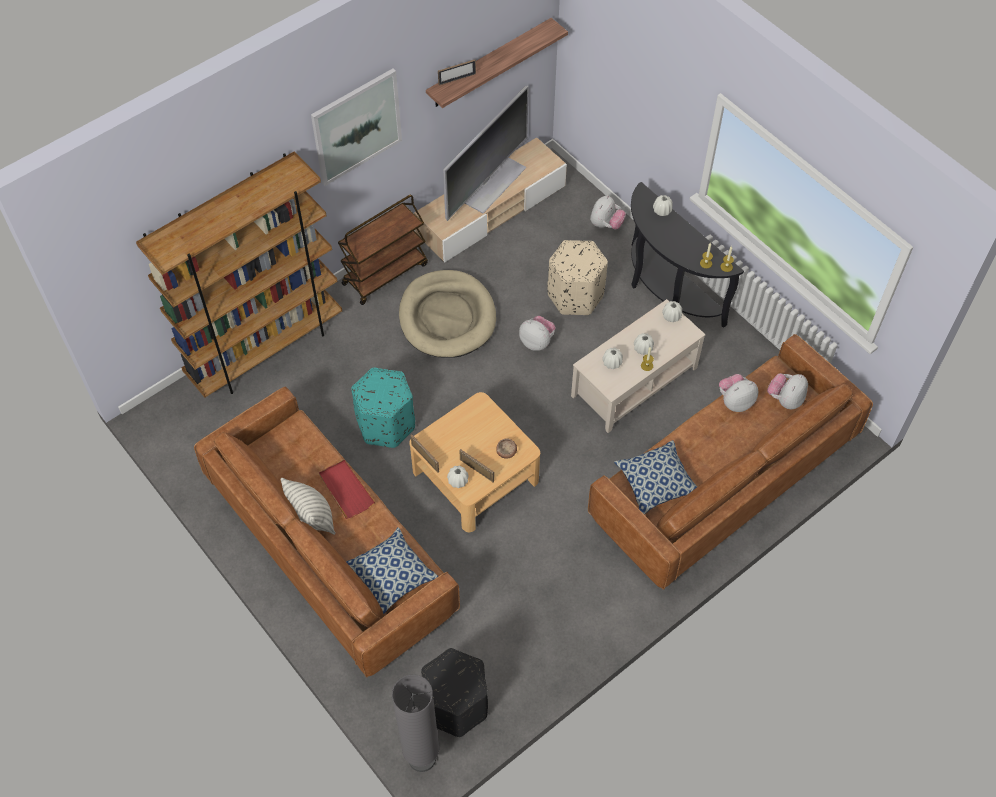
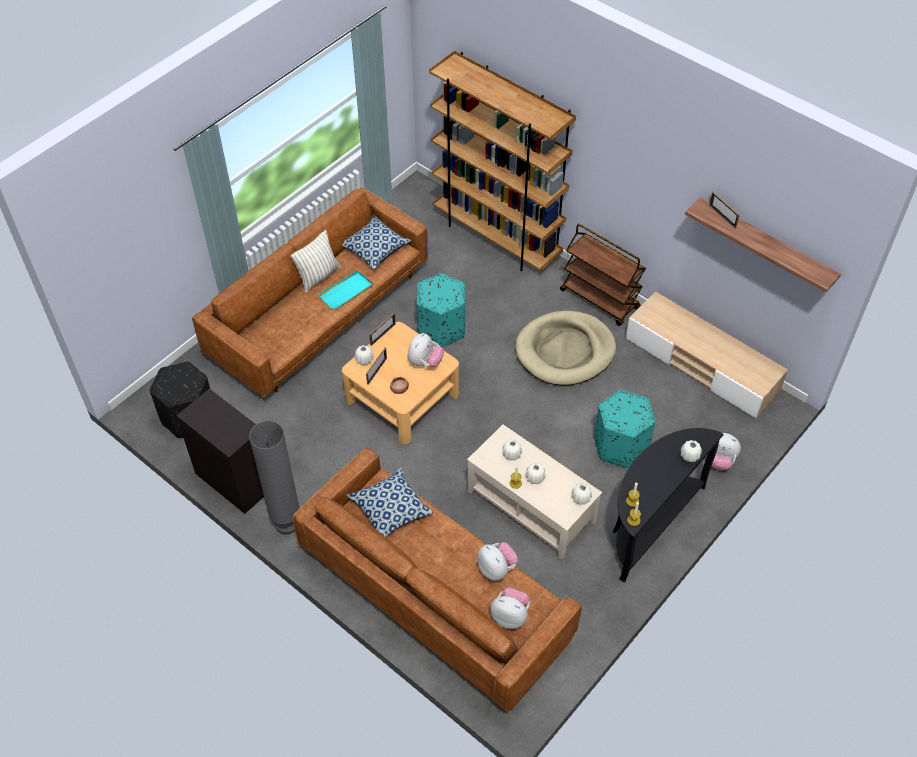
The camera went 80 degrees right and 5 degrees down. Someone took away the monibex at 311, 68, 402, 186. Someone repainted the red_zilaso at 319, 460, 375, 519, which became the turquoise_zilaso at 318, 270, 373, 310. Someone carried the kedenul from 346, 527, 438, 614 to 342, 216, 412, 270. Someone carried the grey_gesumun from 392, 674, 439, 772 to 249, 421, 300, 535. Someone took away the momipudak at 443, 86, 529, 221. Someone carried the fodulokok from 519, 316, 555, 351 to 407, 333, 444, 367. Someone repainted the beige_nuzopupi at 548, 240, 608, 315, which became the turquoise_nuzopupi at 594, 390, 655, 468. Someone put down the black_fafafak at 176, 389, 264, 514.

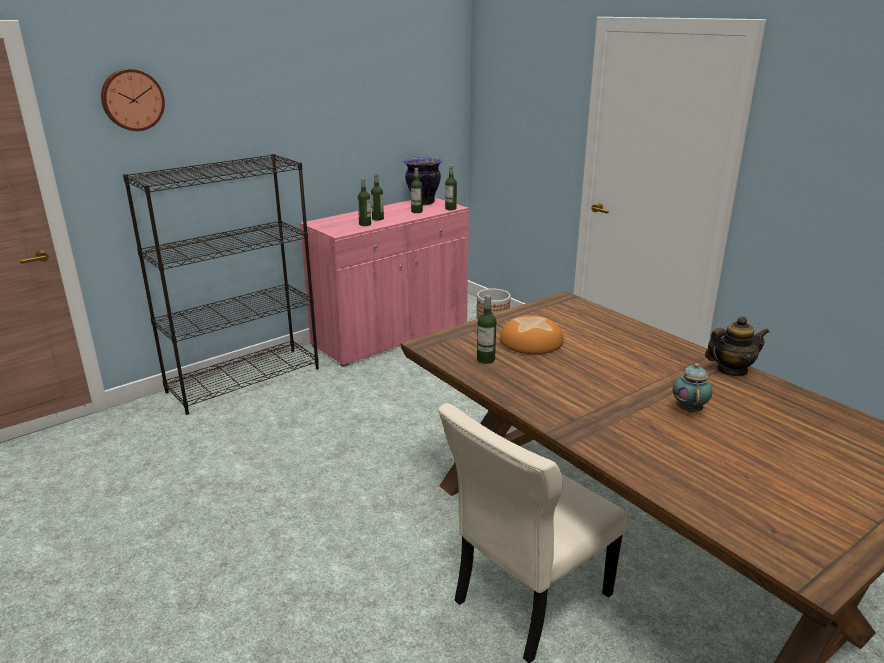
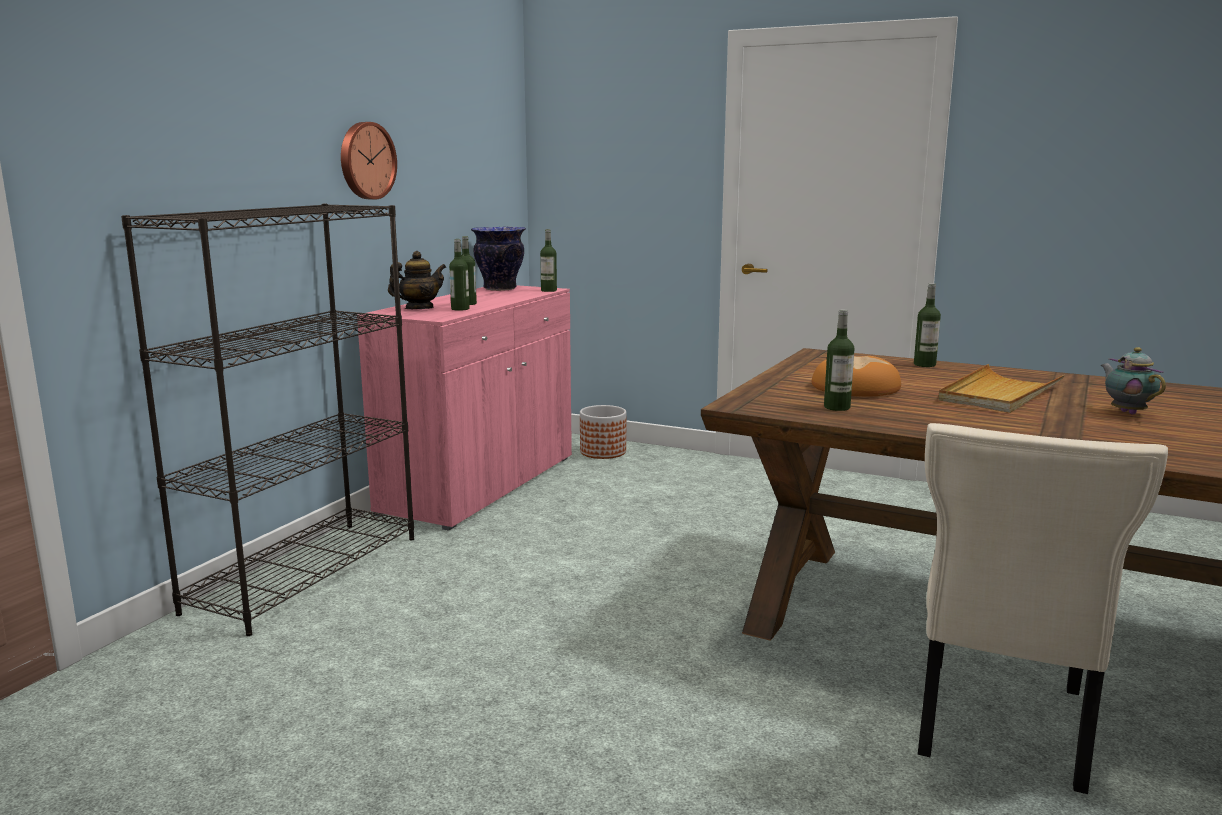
The camera went 25 degrees left and 10 degrees down. Someone carried the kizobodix from 101, 69, 165, 131 to 341, 122, 397, 200. Someone carried the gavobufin from 411, 168, 423, 213 to 914, 283, 941, 367. Someone carried the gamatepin from 705, 316, 769, 376 to 388, 251, 446, 309. Someone put down the beige_zilaso at 939, 364, 1065, 413.

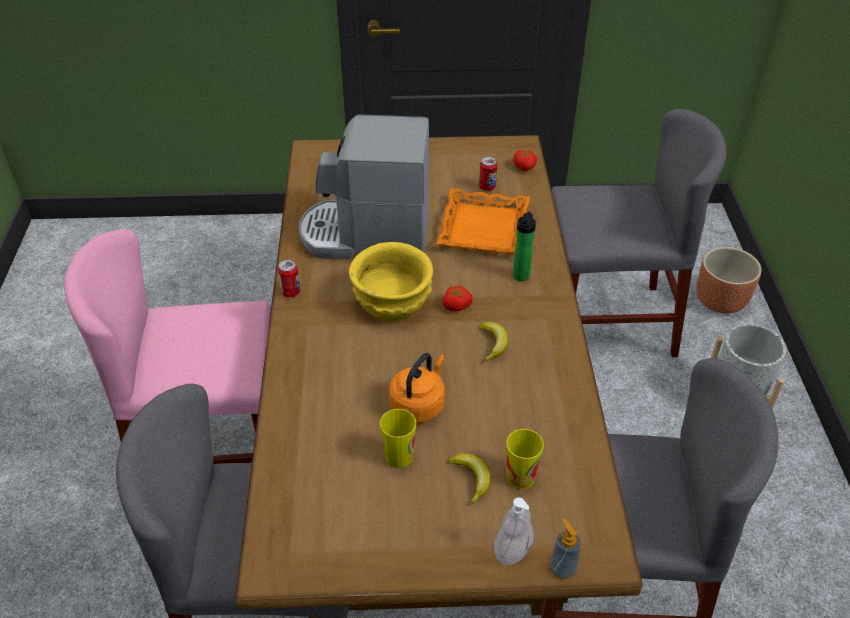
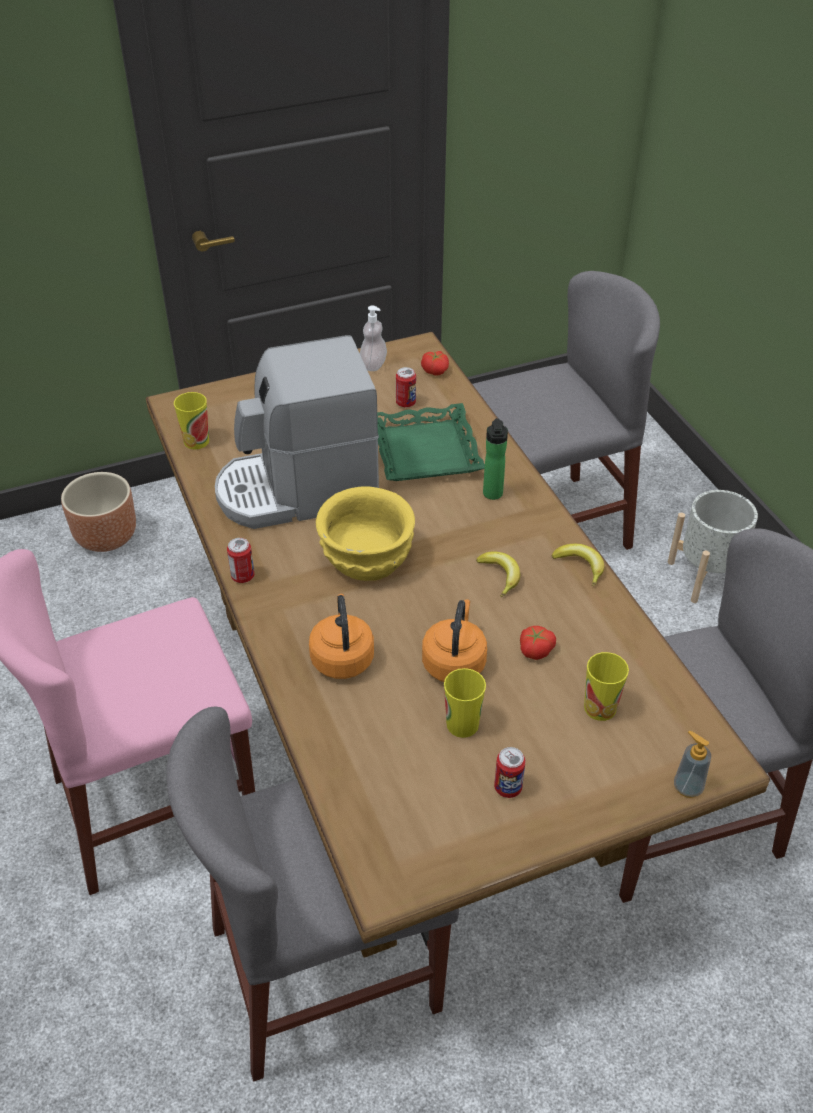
The camera went 20 degrees left and 0 degrees up. Someone repainted the orange_zilaso at 436, 188, 530, 254, which became the green_zilaso at 377, 403, 485, 481. Someone carried the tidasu from 442, 286, 473, 312 to 520, 626, 556, 660. Someone carried the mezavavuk from 449, 453, 491, 505 to 551, 544, 604, 586. Someone carried the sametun from 494, 498, 533, 565 to 360, 305, 387, 371. Someone carried the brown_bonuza from 696, 247, 761, 313 to 61, 472, 136, 552. Someone put down the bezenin at 174, 392, 209, 449. Someone put down the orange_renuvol at 309, 594, 374, 679. Someone put down the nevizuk at 494, 747, 525, 798.

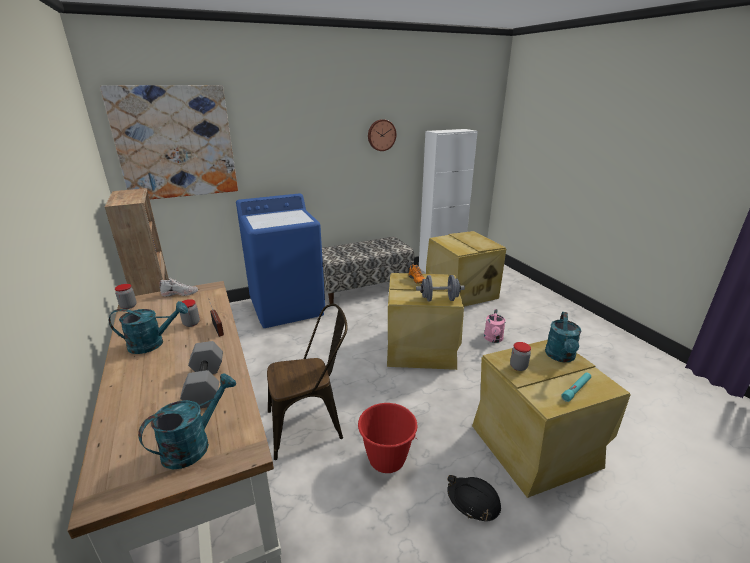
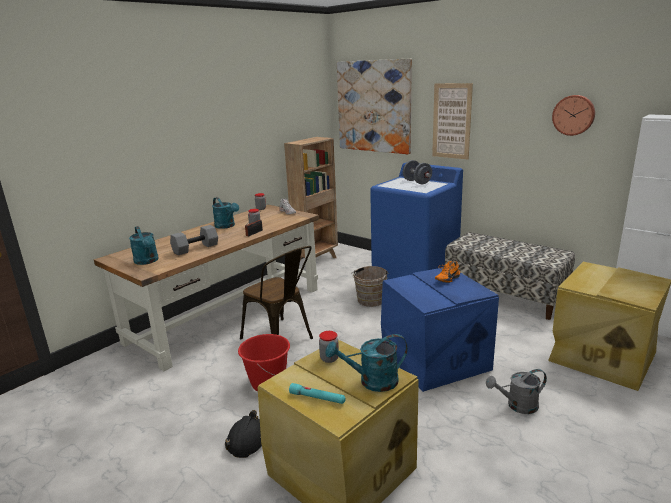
The camera went 65 degrees right and 5 degrees down. Someone rotated the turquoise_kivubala at 138, 373, 236, 470 by 45 degrees clockwise. Someone repainted the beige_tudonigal at 387, 273, 464, 370, which became the blue_tudonigal at 381, 268, 499, 392. Someone carried the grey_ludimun from 416, 275, 465, 301 to 403, 160, 432, 184. Someone repainted the pink_kivubala at 484, 309, 506, 343, which became the grey_kivubala at 486, 369, 547, 414. Someone put down the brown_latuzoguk at 352, 266, 389, 307. Someone put up the monibex at 432, 83, 473, 159.

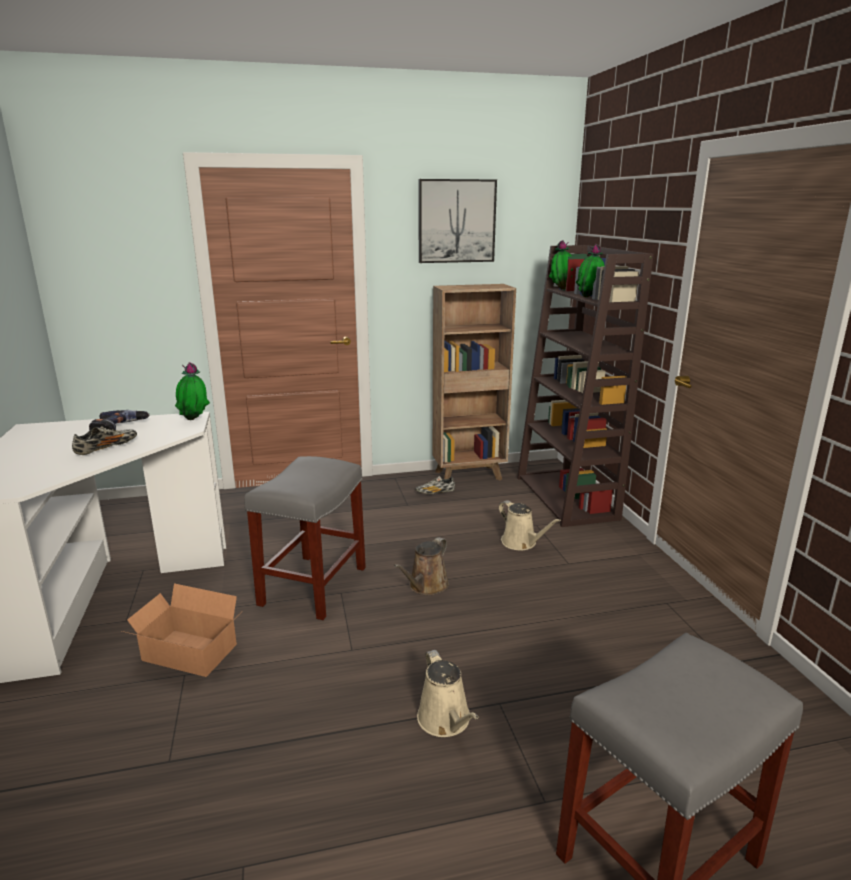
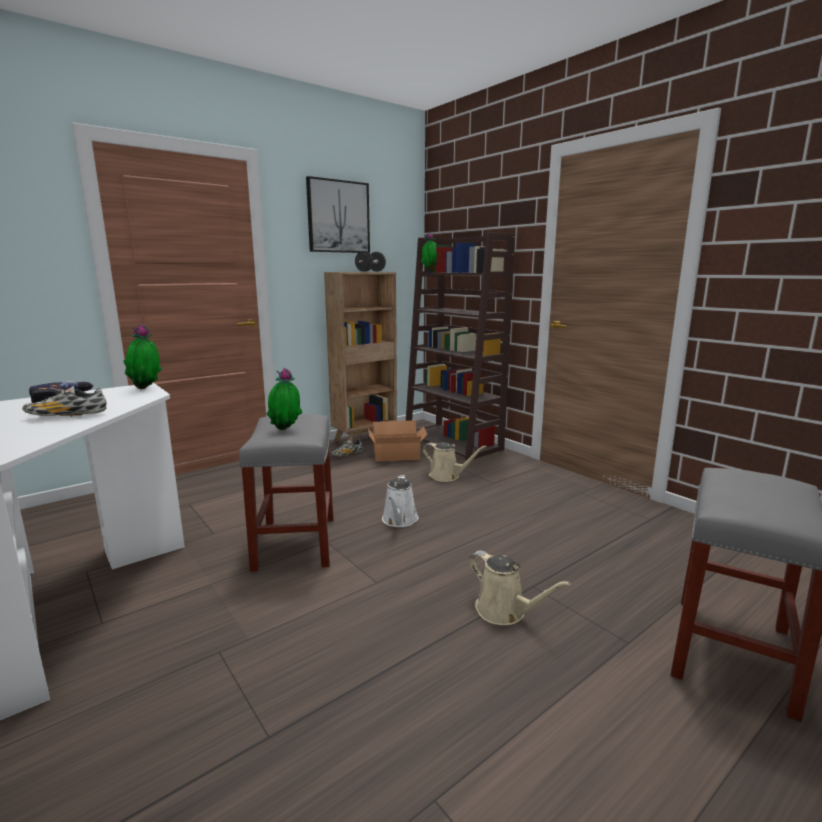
The camera went 25 degrees left and 5 degrees down. Someone rotated the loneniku at 72, 426, 137, 455 by 120 degrees counterclockwise. Someone carried the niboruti from 122, 583, 242, 677 to 368, 420, 428, 462. Someone repainted the brown_kivubala at 394, 537, 449, 596, which became the white_kivubala at 382, 475, 418, 527. Someone carried the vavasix from 576, 244, 605, 297 to 267, 368, 303, 430. Someone put down the black_ludimun at 355, 251, 386, 272.

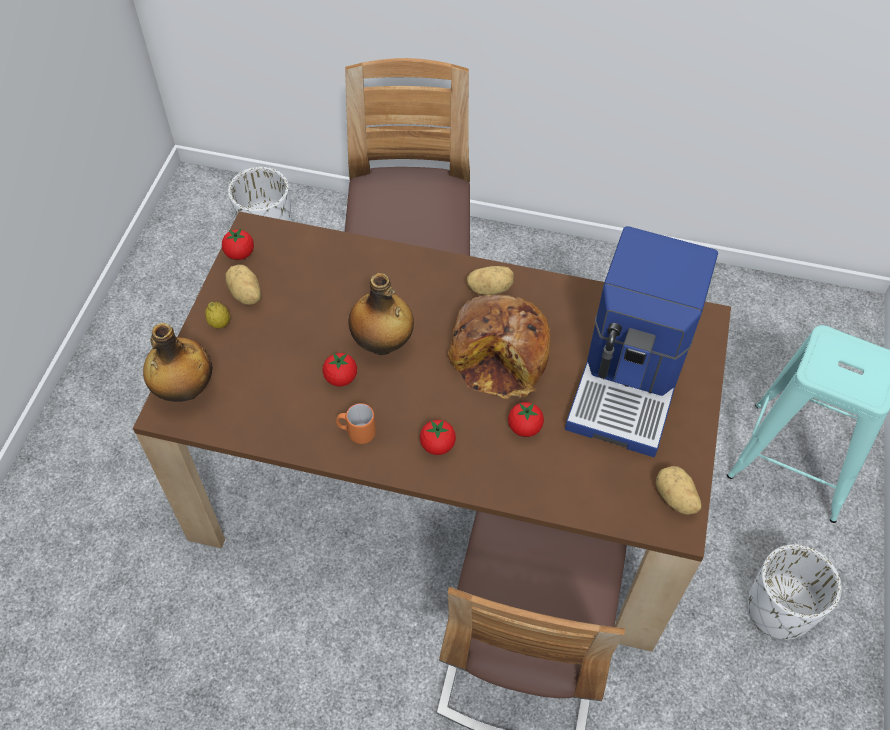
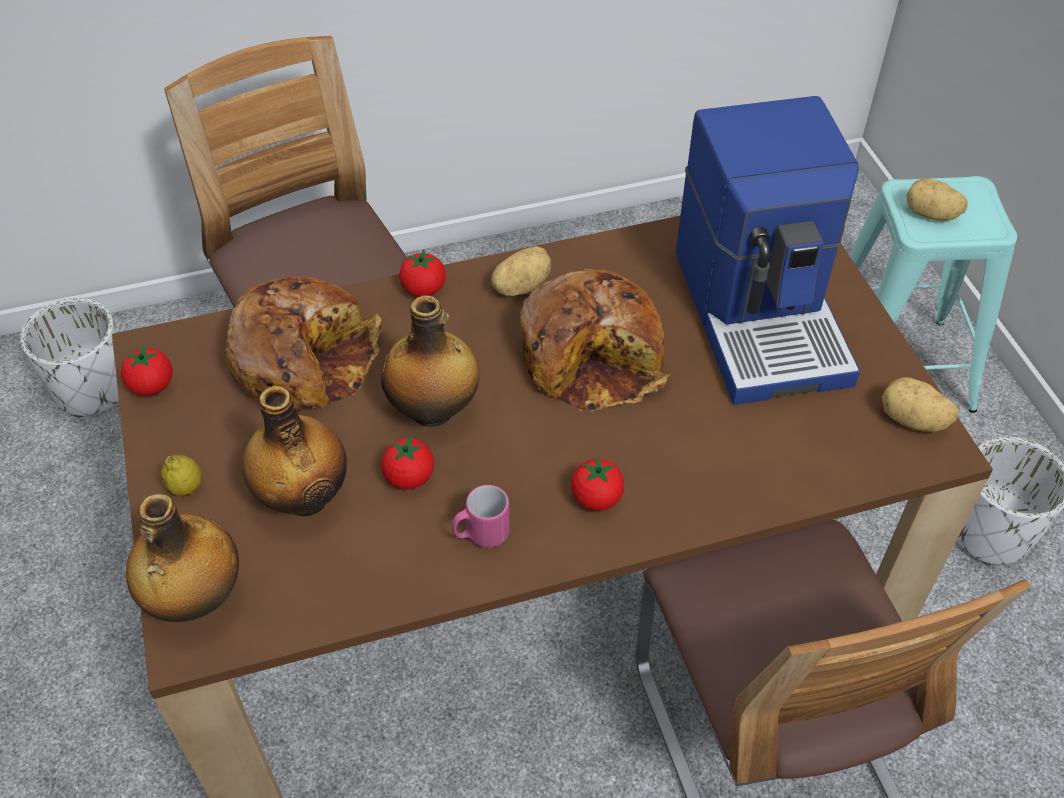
The camera went 30 degrees left and 5 degrees down. Someone carried the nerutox from 225, 265, 261, 305 to 906, 178, 968, 220. Someone repainted the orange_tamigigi at 336, 403, 376, 444, which became the pink_tamigigi at 452, 485, 510, 548. Someone carried the tidasu from 508, 402, 544, 437 to 399, 249, 446, 297. Someone put down the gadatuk at 225, 276, 382, 411. Someone put down the gavobufin at 242, 386, 347, 516.

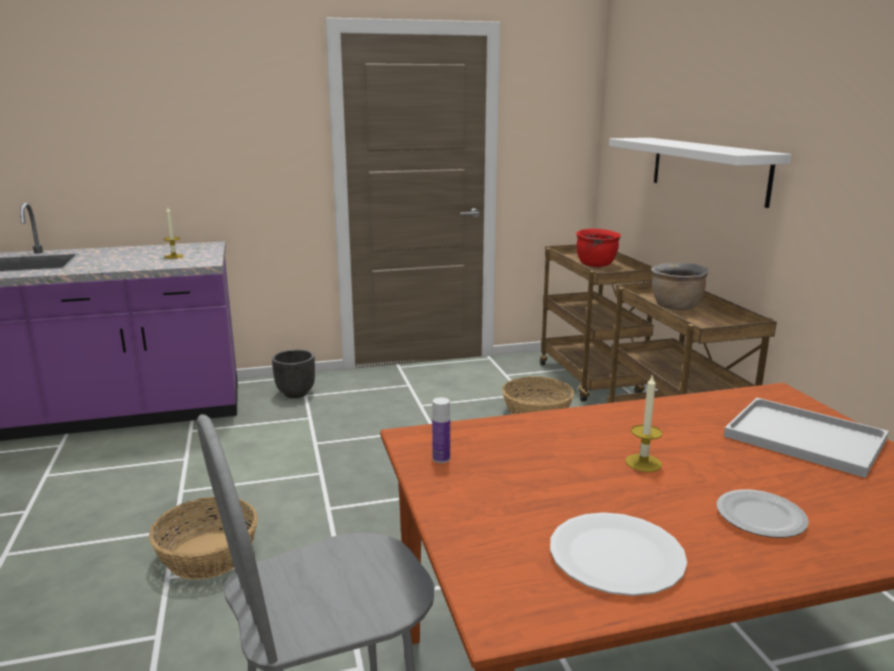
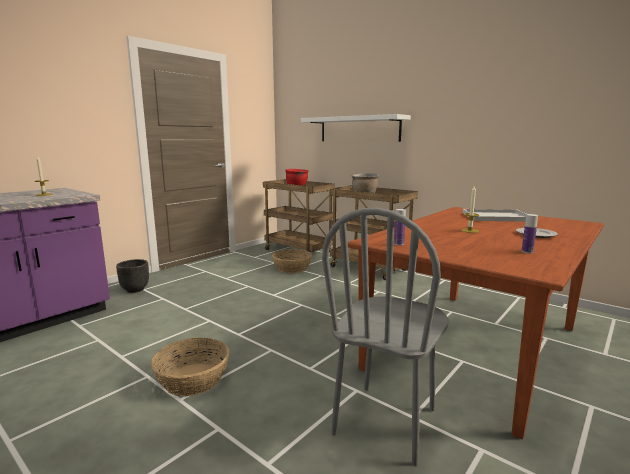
The camera went 35 degrees left and 5 degrees down. Someone swapped the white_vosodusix at 550, 512, 687, 596 for the gavobufin at 522, 214, 538, 253.

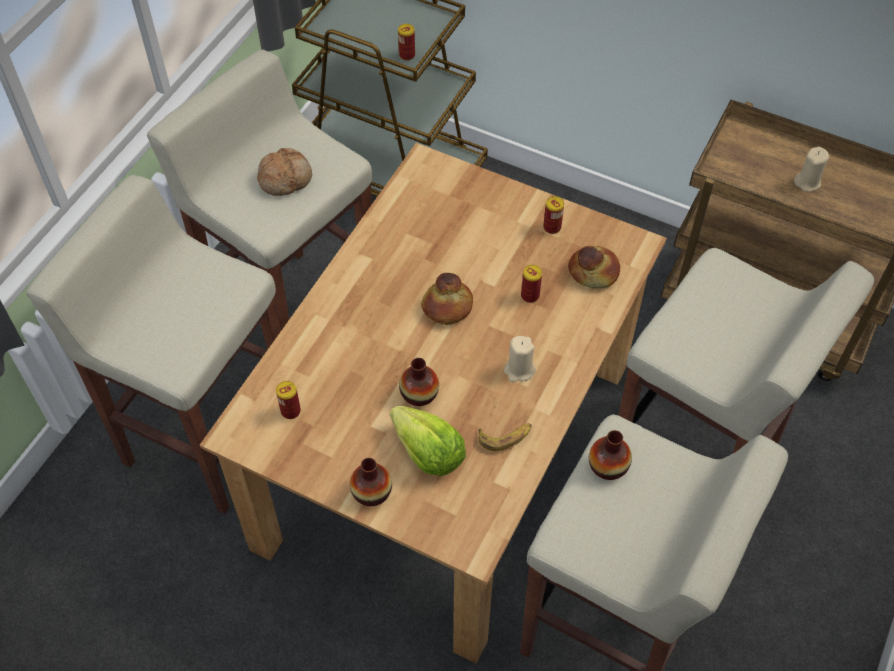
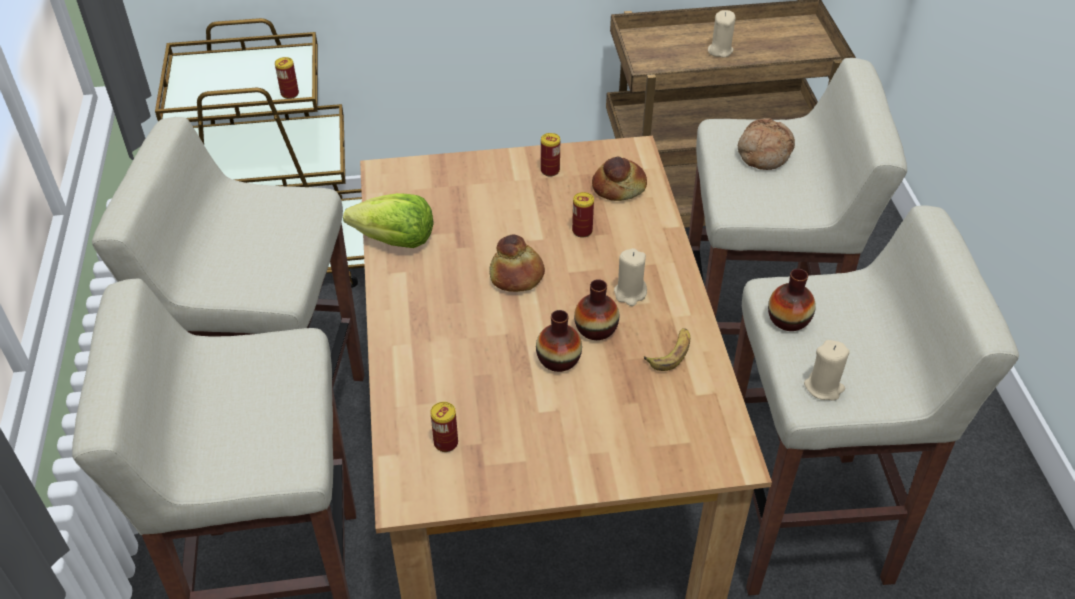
The camera went 35 degrees left and 10 degrees down. Someone carried the gadatuk from 257, 148, 312, 196 to 738, 118, 795, 170. Someone carried the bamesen from 350, 458, 392, 506 to 574, 279, 619, 340. Someone carried the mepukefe from 390, 406, 466, 476 to 343, 193, 434, 248. Someone put down the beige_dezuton at 804, 340, 850, 401.

